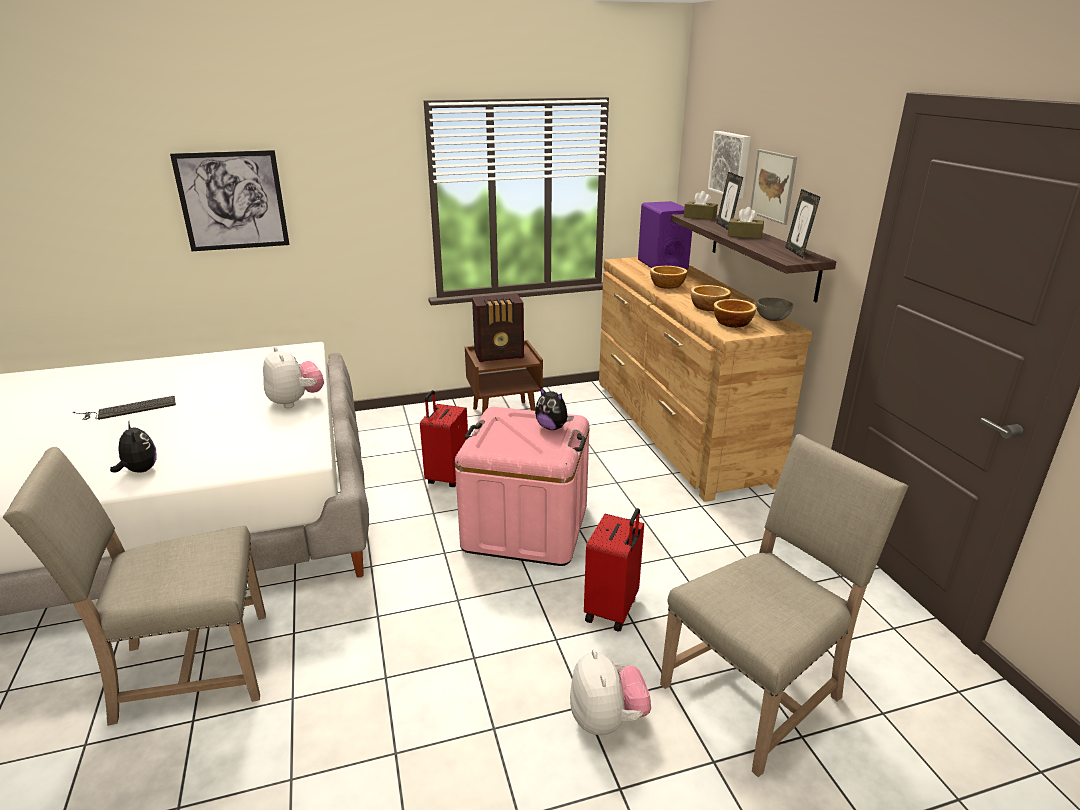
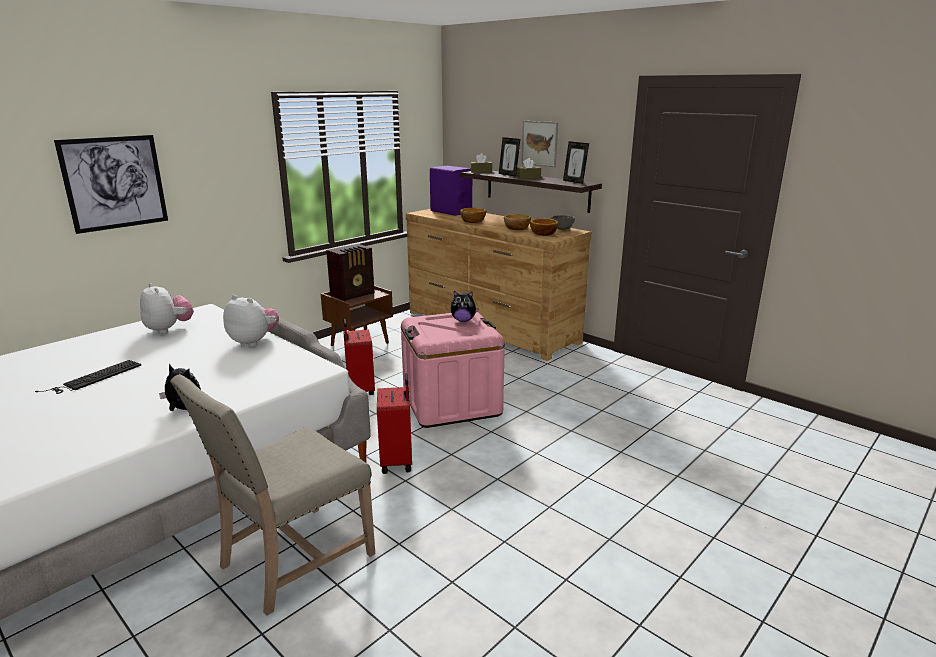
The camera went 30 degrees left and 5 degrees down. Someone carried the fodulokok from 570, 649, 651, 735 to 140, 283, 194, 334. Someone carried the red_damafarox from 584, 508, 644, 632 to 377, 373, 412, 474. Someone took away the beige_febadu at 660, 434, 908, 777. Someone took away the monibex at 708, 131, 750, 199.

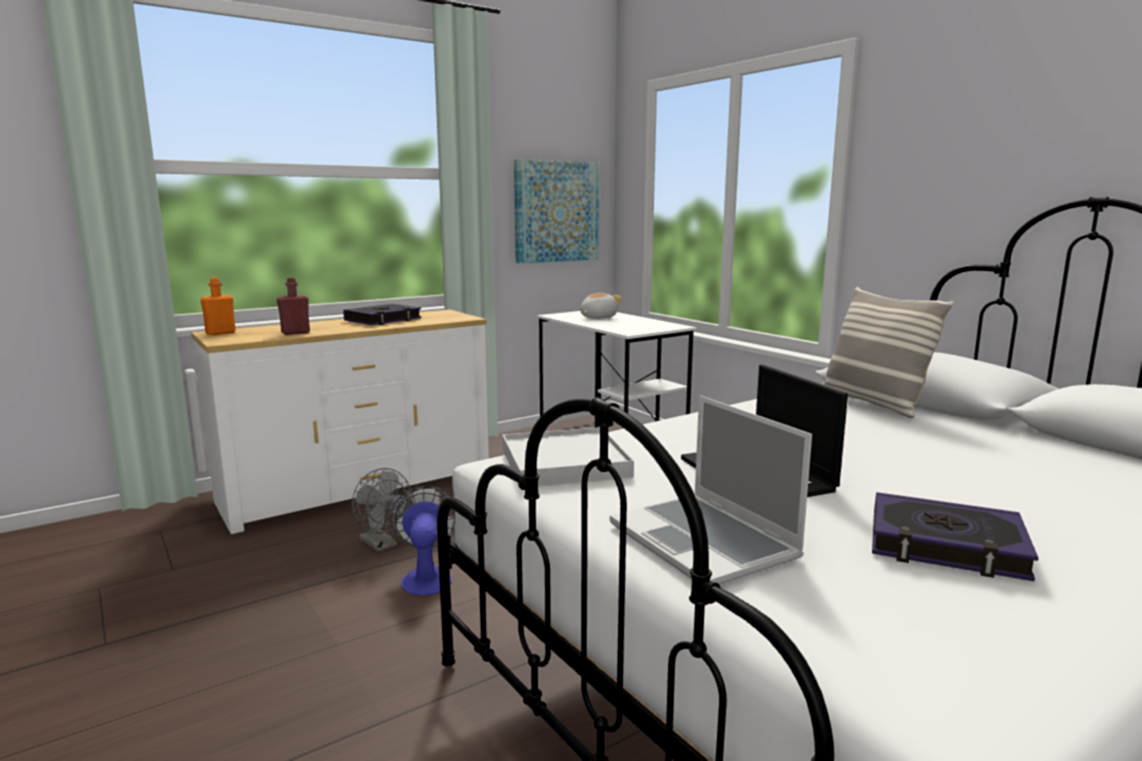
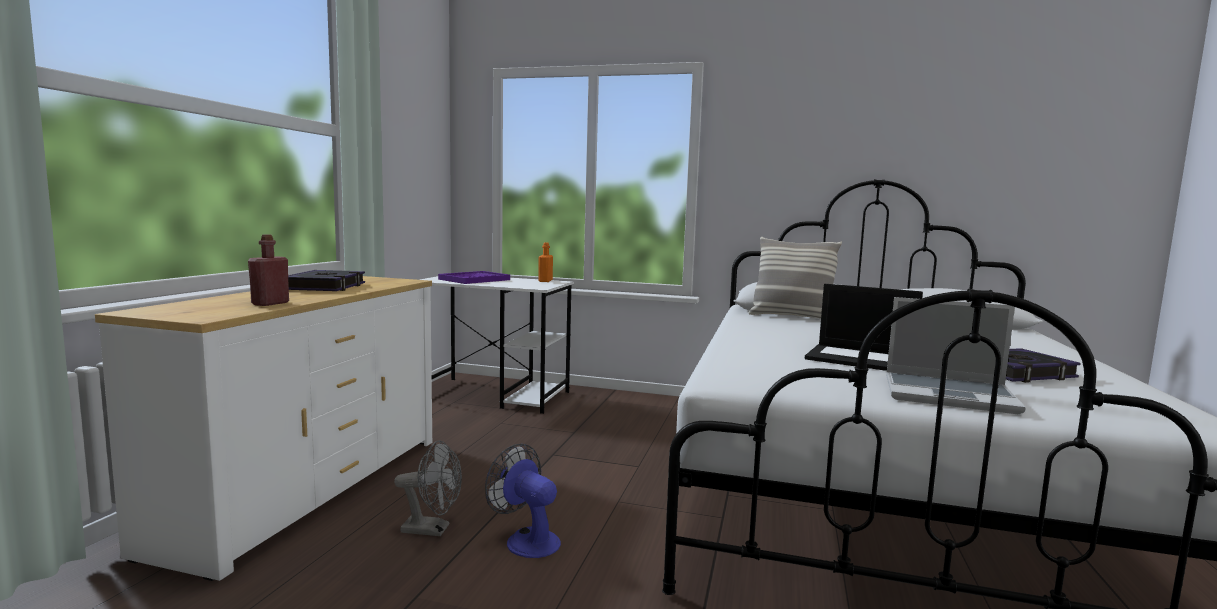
The camera went 40 degrees left and 5 degrees down. Someone carried the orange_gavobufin from 200, 278, 236, 335 to 538, 242, 553, 282. Someone took away the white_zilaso at 502, 427, 634, 486. Someone took away the monibex at 514, 159, 599, 263. Someone swapped the fodulokok at 580, 293, 622, 319 for the purple_zilaso at 438, 271, 510, 284.

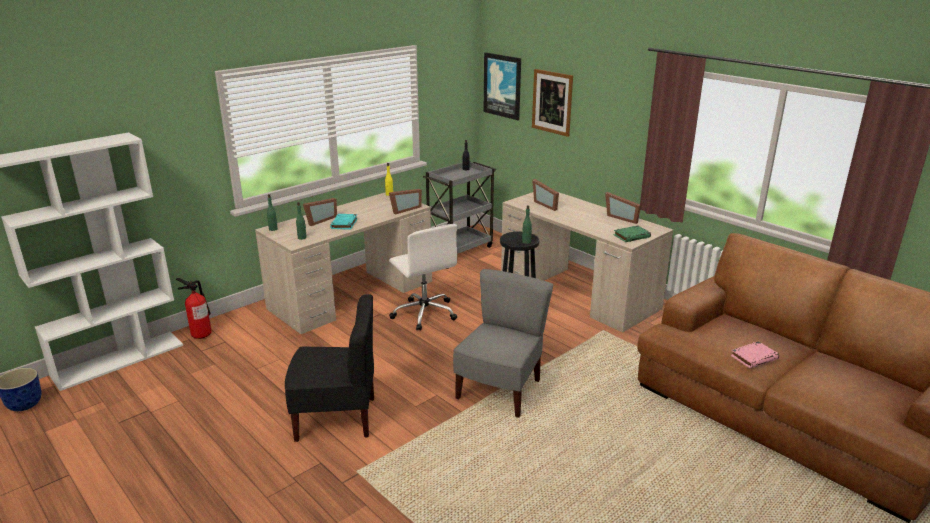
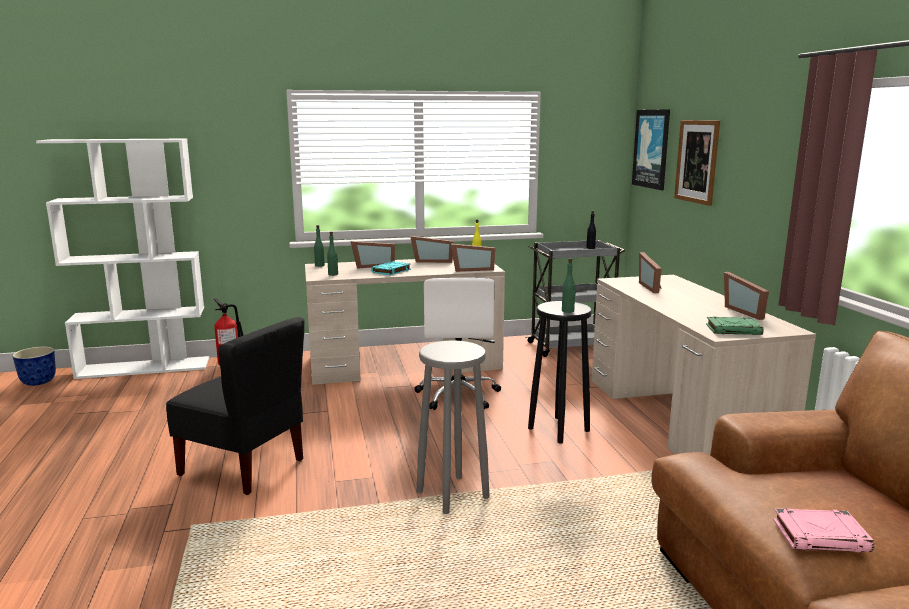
The camera went 30 degrees right and 10 degrees down. Someone swapped the grey_febadu at 453, 269, 553, 418 for the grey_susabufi at 416, 340, 490, 514. Someone put down the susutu at 410, 236, 453, 263.

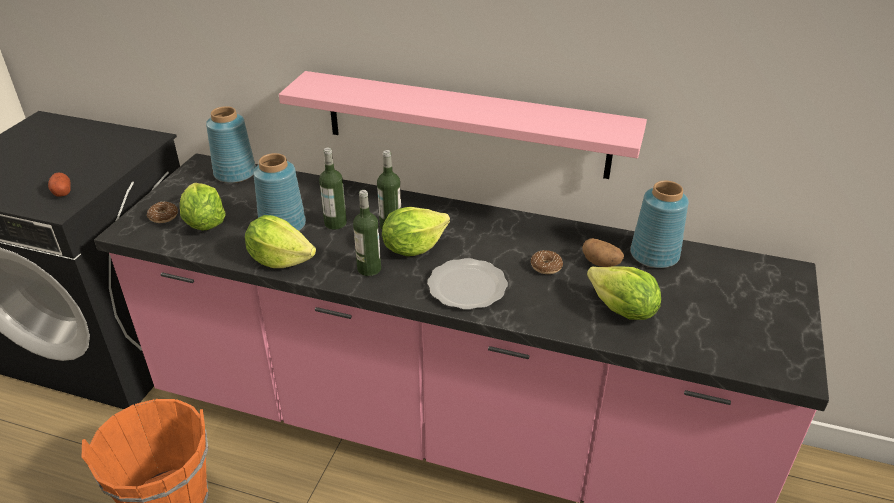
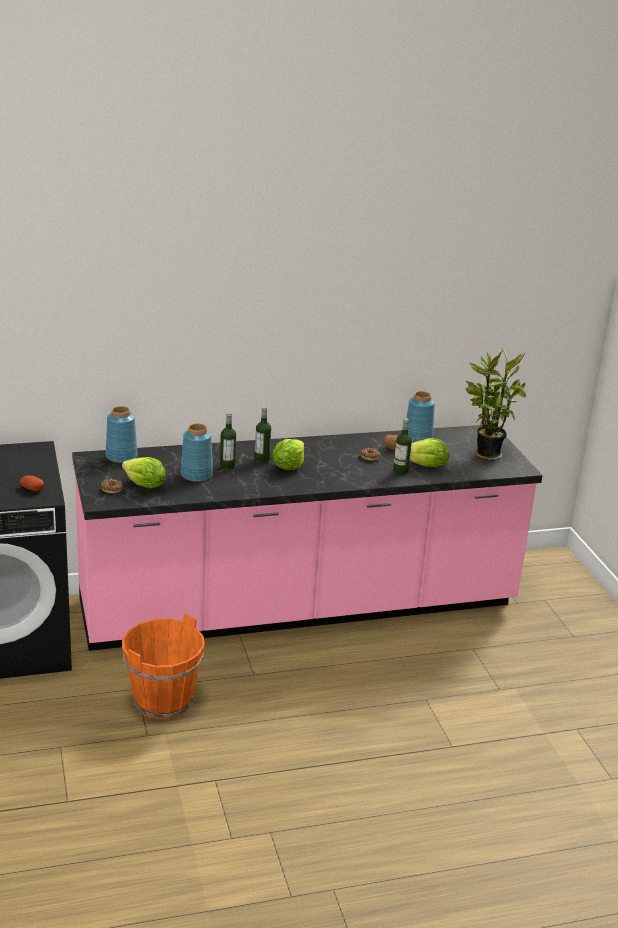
The camera went 35 degrees left and 10 degrees down. Someone took away the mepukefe at 245, 215, 316, 268. Someone took away the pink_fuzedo at 279, 71, 647, 179. Someone carried the gavobufin from 353, 190, 381, 276 to 393, 418, 412, 475. Someone took away the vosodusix at 427, 258, 508, 310. Someone put down the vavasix at 466, 346, 526, 461.

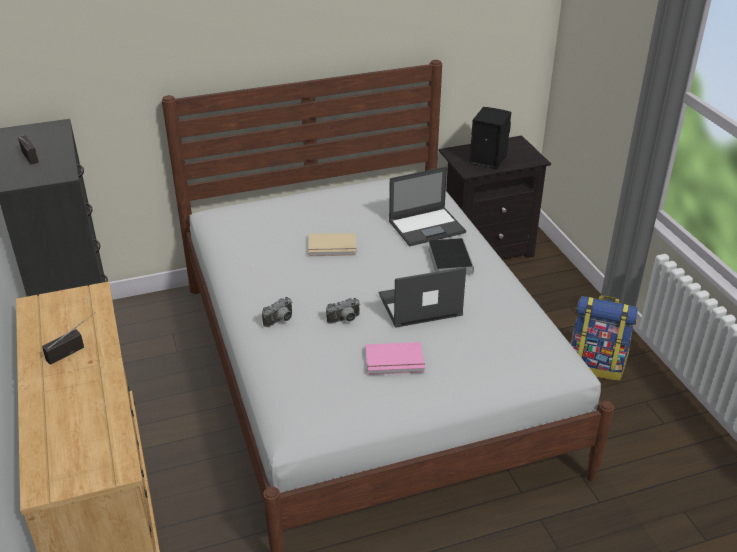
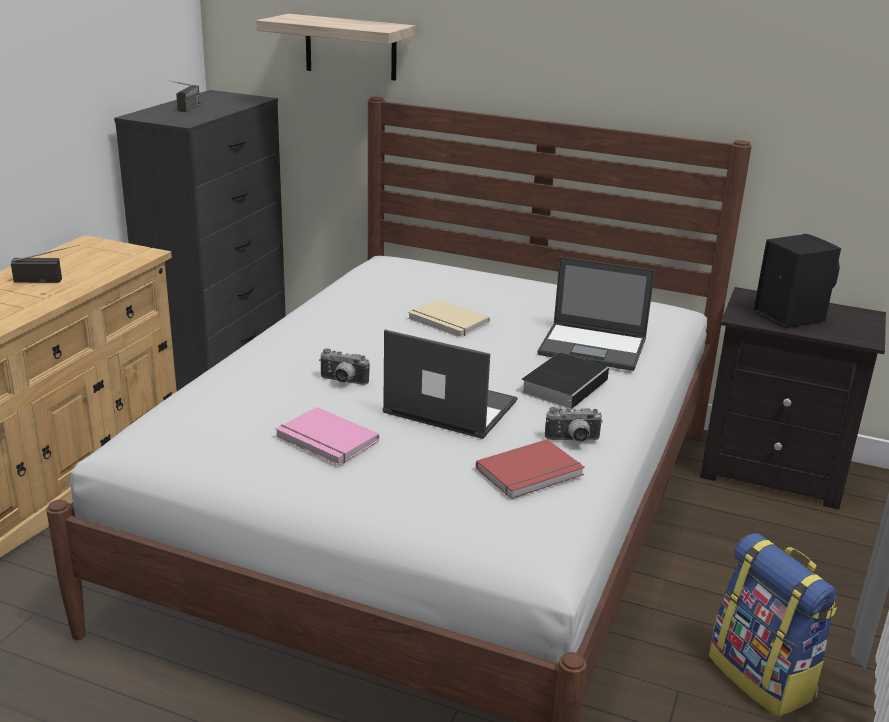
The camera went 40 degrees right and 10 degrees down. Someone carried the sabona from 262, 297, 292, 327 to 545, 407, 603, 442. Someone put up the fuzedo at 256, 14, 416, 81. Someone put down the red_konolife at 476, 439, 585, 499.

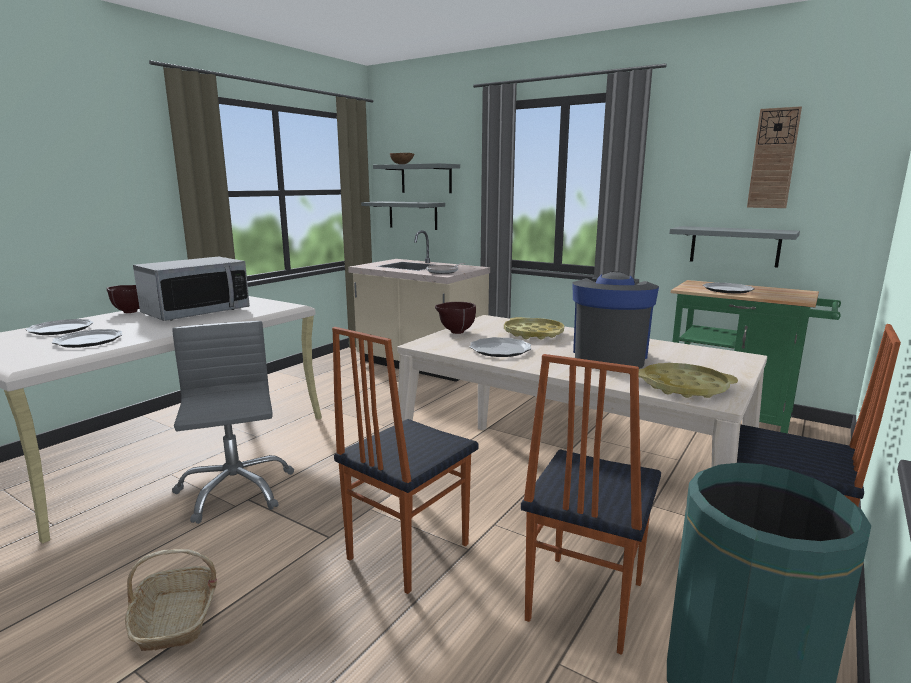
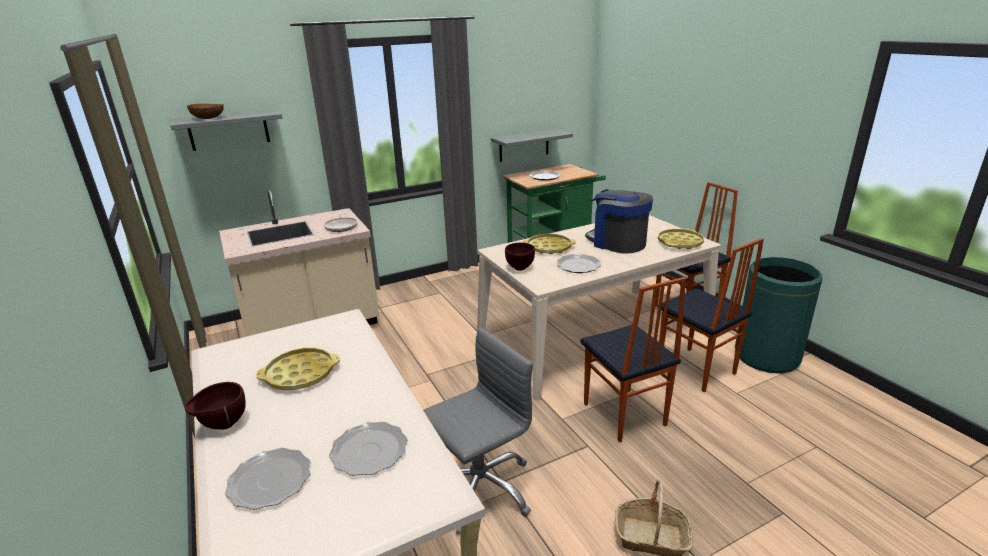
The camera went 60 degrees left and 10 degrees up. Someone swapped the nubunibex at 133, 257, 250, 321 for the yellow_zilaso at 256, 348, 340, 390. Someone rotated the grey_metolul at 172, 321, 294, 524 by 135 degrees clockwise. Someone took away the grey_fuzedo at 361, 201, 445, 230. Someone took away the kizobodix at 747, 106, 802, 208.

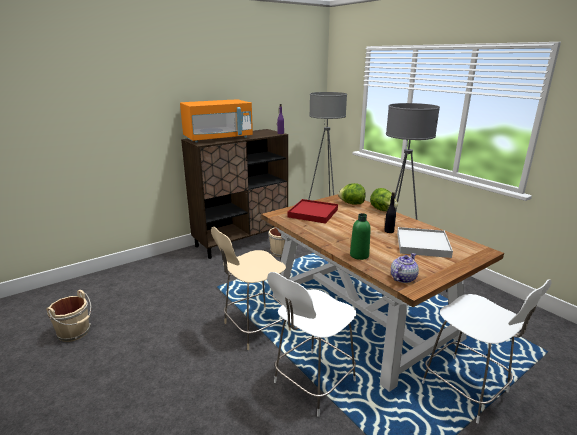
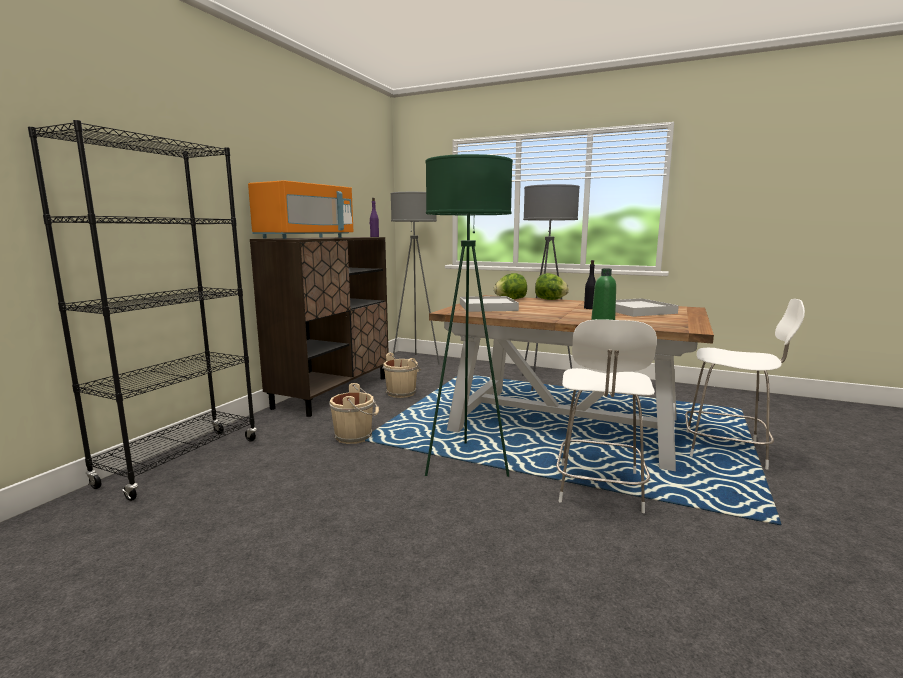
The camera went 30 degrees left and 10 degrees down. Someone carried the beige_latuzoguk from 46, 290, 91, 342 to 329, 383, 379, 444. Someone swapped the beige_febadu at 211, 227, 291, 350 for the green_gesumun at 425, 154, 513, 477. Someone repainted the red_zilaso at 288, 199, 338, 224, which became the white_zilaso at 460, 296, 519, 312. Someone took away the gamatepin at 391, 253, 419, 283. Someone put down the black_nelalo at 28, 120, 256, 501.

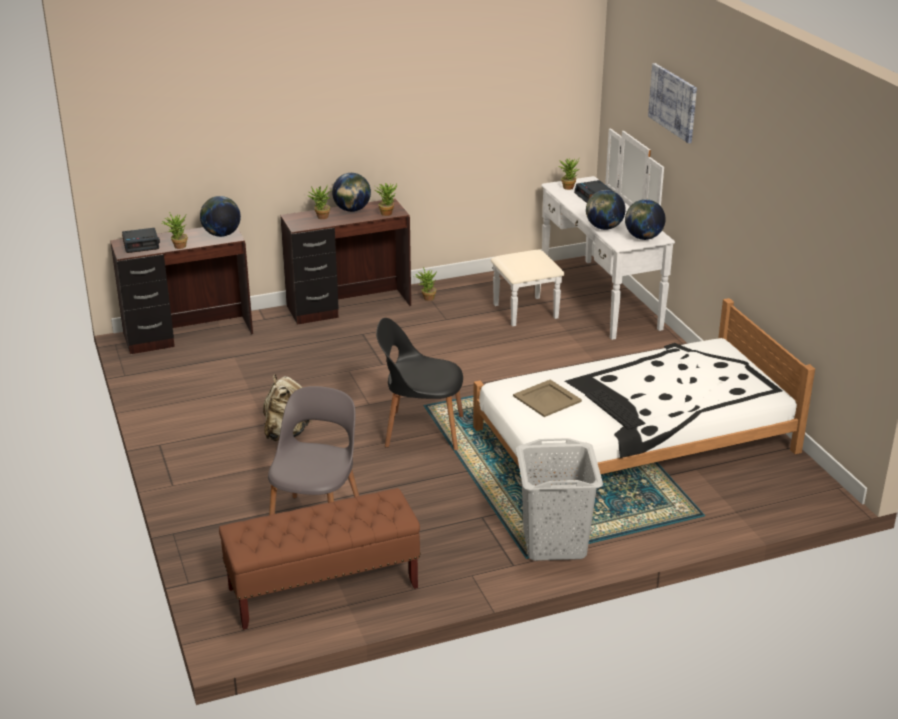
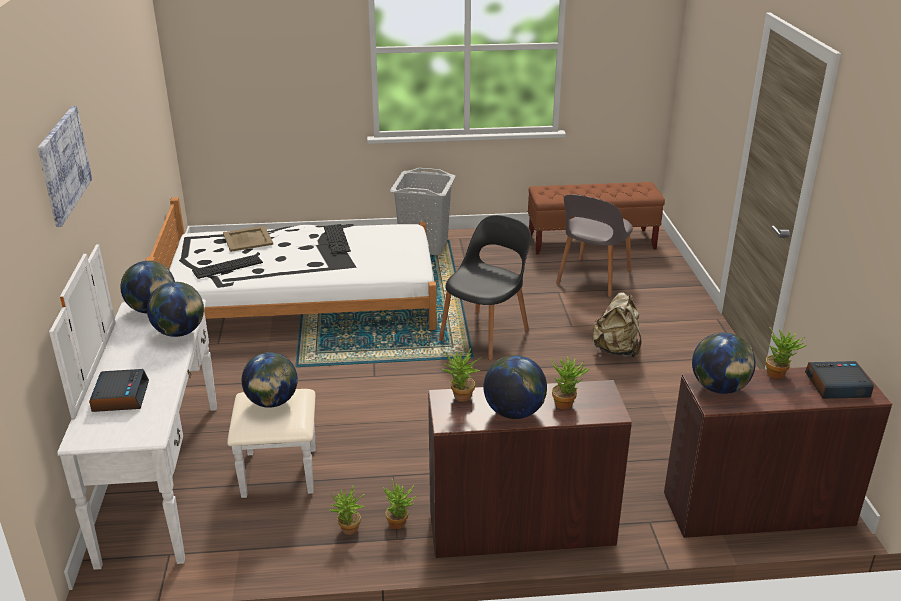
The camera went 165 degrees left and 0 degrees up. Someone rotated the black_febadu at 376, 318, 464, 450 by 75 degrees counterclockwise. Someone carried the beige_zilaso from 513, 380, 582, 417 to 223, 226, 273, 252. Someone carried the vavasix from 559, 158, 580, 190 to 329, 486, 365, 535. Someone put down the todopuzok at 192, 255, 263, 279. Someone put down the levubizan at 242, 352, 298, 408.

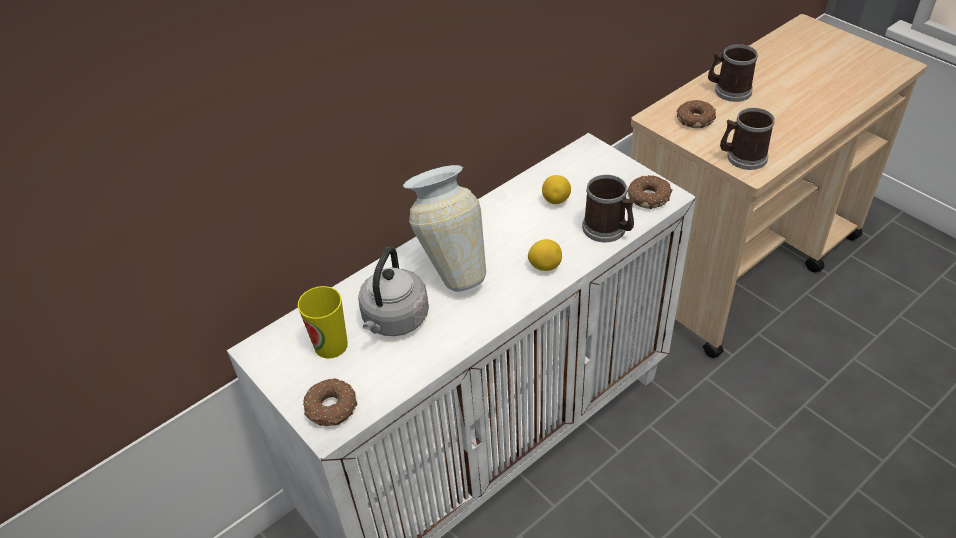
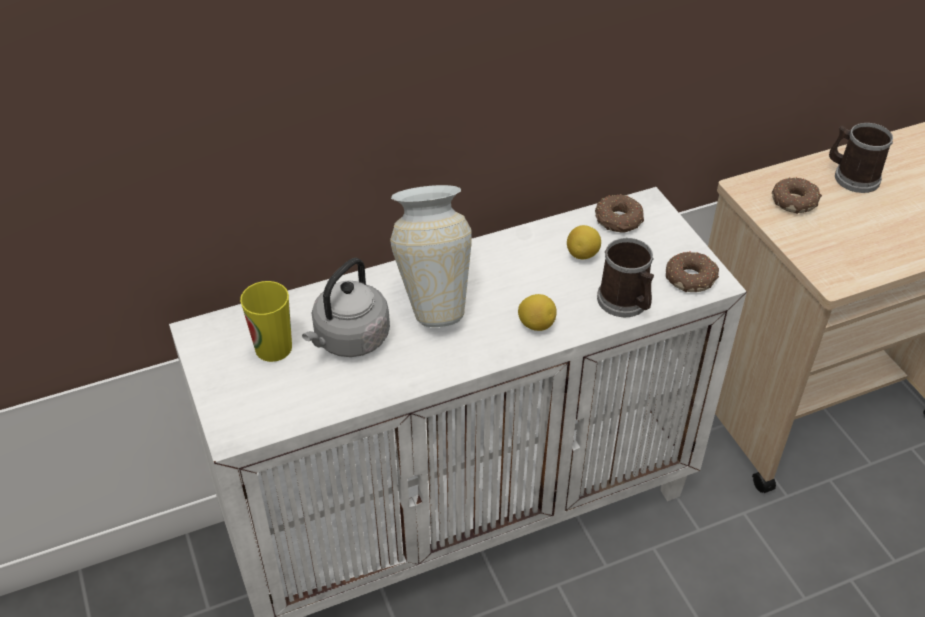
The camera went 15 degrees right and 0 degrees up. Someone carried the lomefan from 303, 378, 358, 426 to 595, 194, 644, 233. Someone took away the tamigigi at 720, 108, 775, 170.

